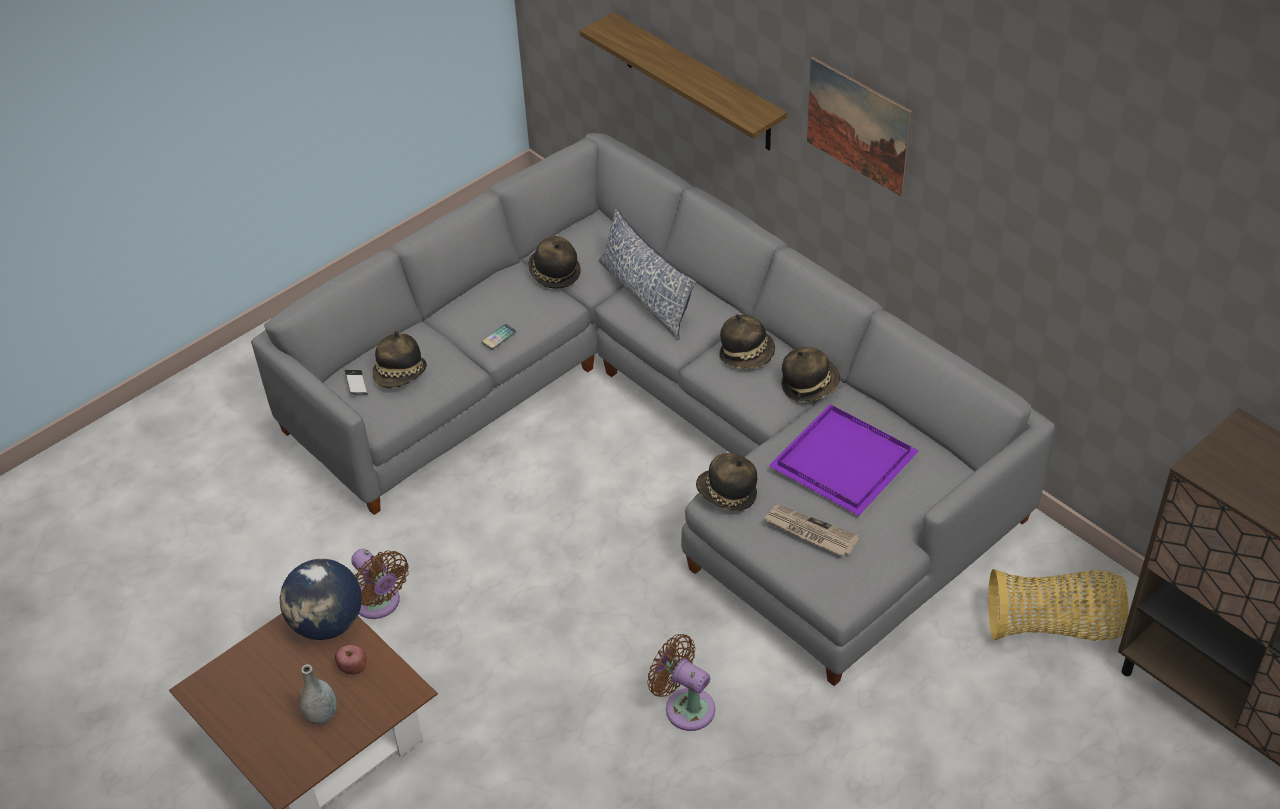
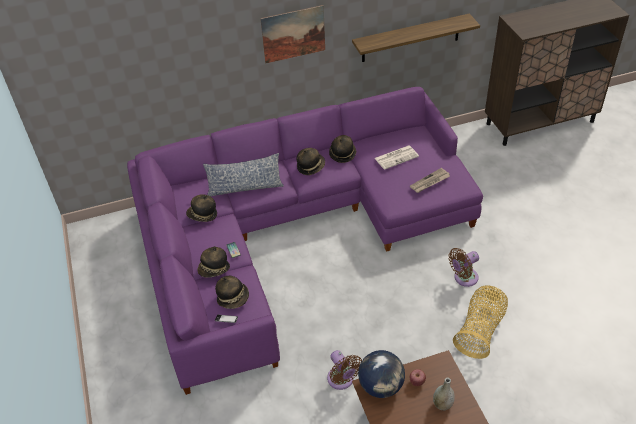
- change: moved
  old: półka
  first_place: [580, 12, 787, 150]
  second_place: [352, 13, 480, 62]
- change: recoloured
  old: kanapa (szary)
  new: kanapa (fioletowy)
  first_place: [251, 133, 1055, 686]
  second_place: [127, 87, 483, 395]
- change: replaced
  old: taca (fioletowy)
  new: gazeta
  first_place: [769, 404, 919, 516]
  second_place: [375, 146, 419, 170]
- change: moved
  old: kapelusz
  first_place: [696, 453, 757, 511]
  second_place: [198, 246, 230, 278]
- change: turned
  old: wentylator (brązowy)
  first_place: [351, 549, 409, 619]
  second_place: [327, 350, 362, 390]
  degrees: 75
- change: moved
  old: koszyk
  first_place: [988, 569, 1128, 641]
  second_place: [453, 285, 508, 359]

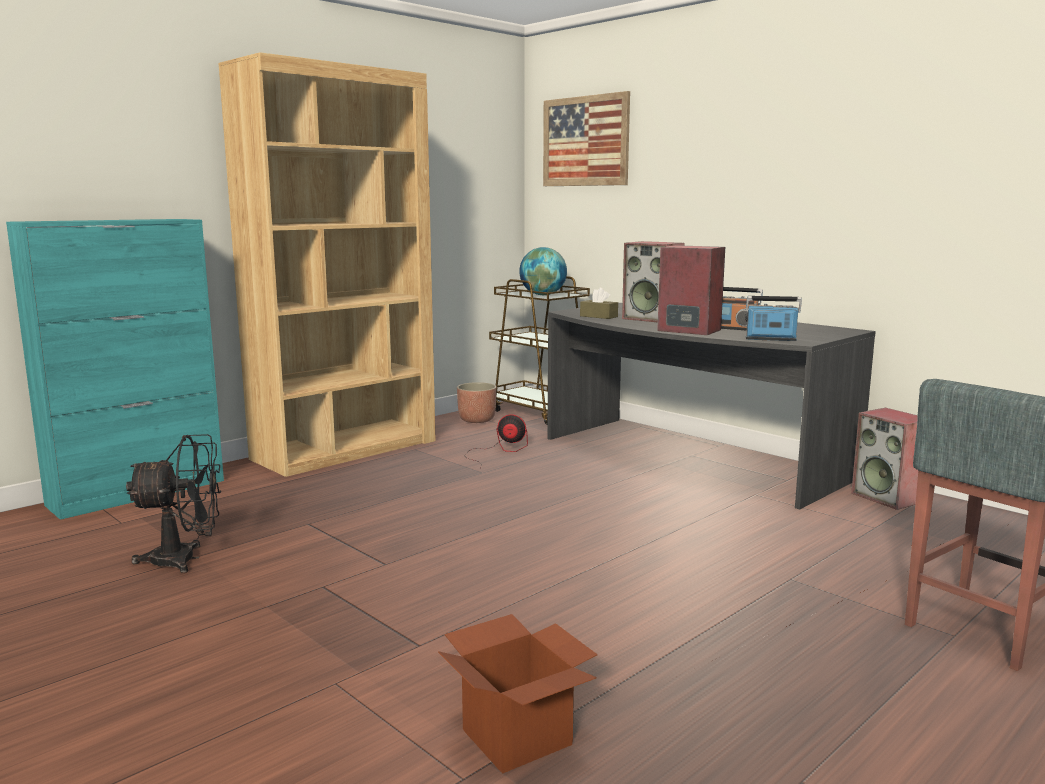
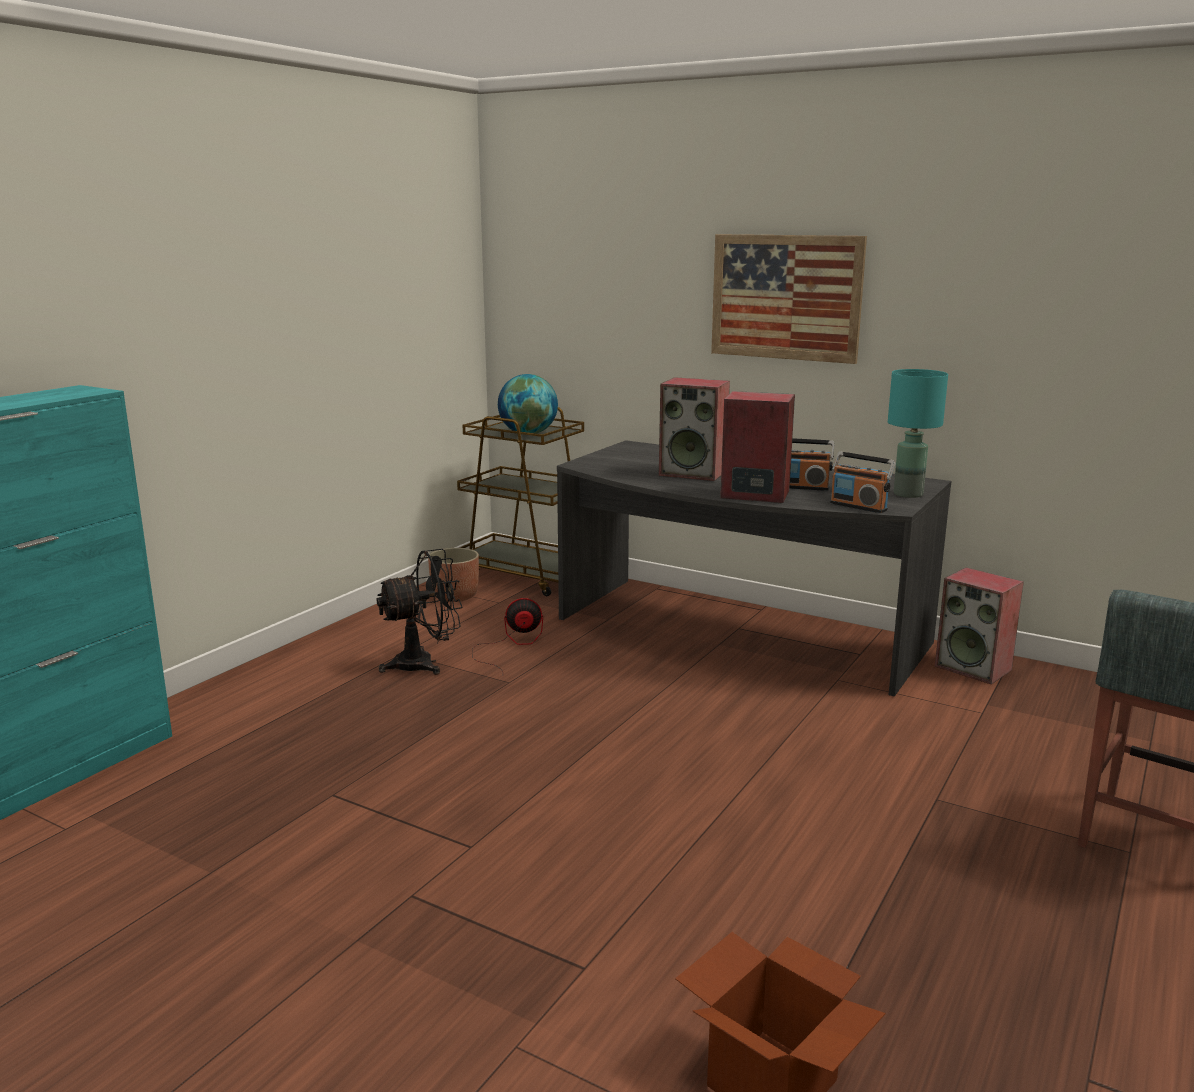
- change: removed
  old: regał (brązowy)
  first_place: [218, 52, 436, 477]
- change: moved
  old: obraz
  first_place: [543, 91, 630, 186]
  second_place: [711, 234, 867, 364]
- change: removed
  old: pudełko chusteczek (brązowy)
  first_place: [580, 287, 618, 319]
- change: turned
  old: radio
  first_place: [745, 296, 802, 341]
  second_place: [830, 451, 895, 513]
  degrees: -135
- change: moved
  old: wentylator (czarny)
  first_place: [126, 434, 221, 573]
  second_place: [377, 549, 462, 675]
- change: added
  new: lampa stołowa (turkusowy)
  second_place: [888, 369, 948, 498]

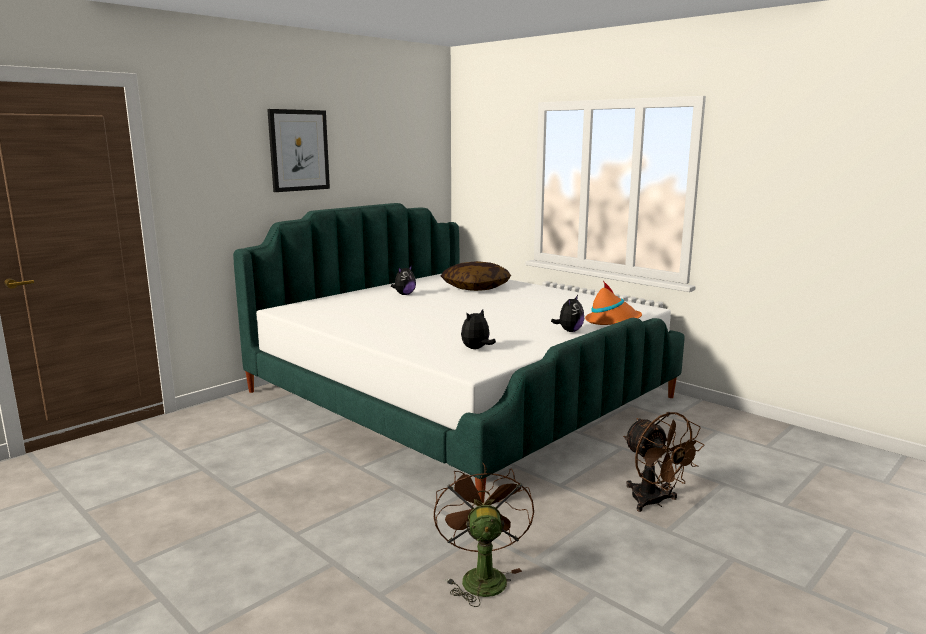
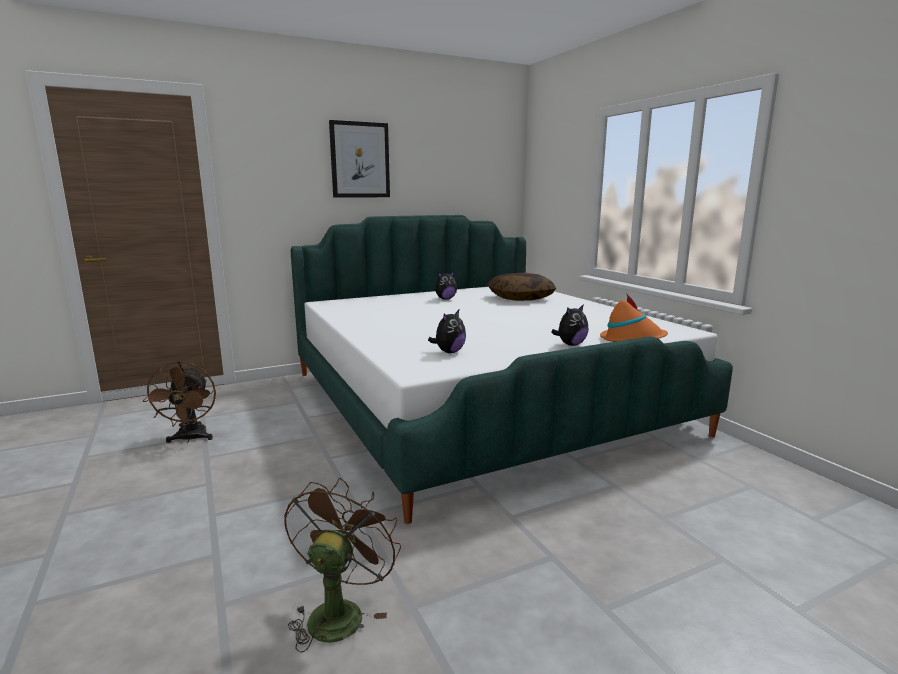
- change: turned
  old: pluszak
  first_place: [461, 309, 496, 349]
  second_place: [428, 310, 466, 353]
  degrees: 150
- change: moved
  old: wentylator (brązowy)
  first_place: [623, 412, 705, 512]
  second_place: [143, 361, 216, 443]

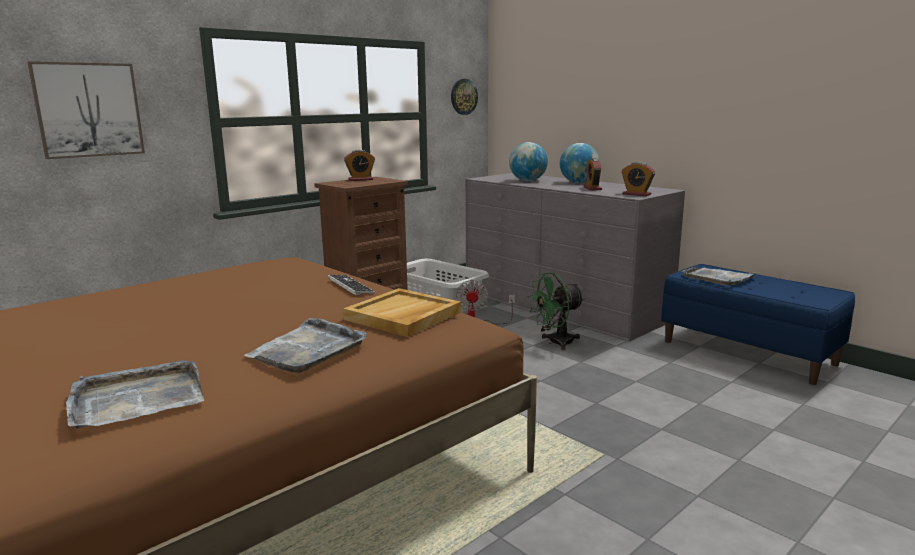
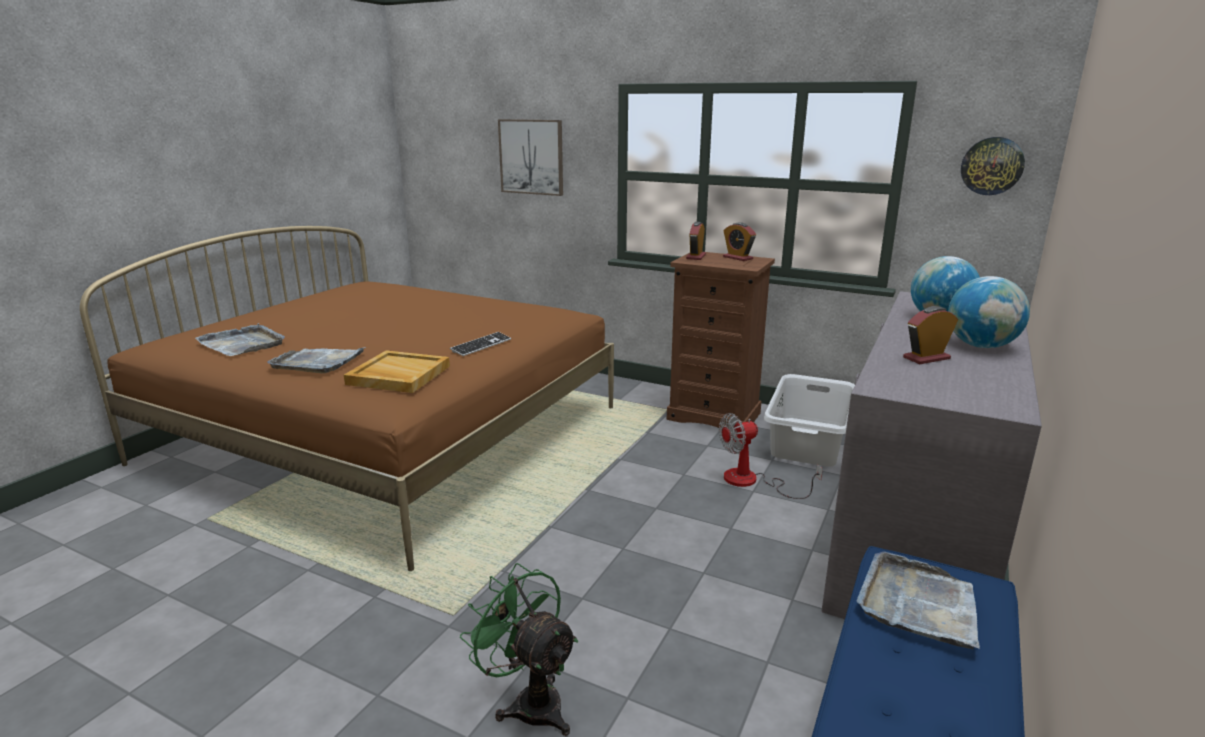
- change: moved
  old: budzik
  first_place: [622, 162, 655, 196]
  second_place: [686, 222, 706, 260]
- change: moved
  old: wentylator (zielony)
  first_place: [527, 272, 584, 350]
  second_place: [460, 563, 578, 736]

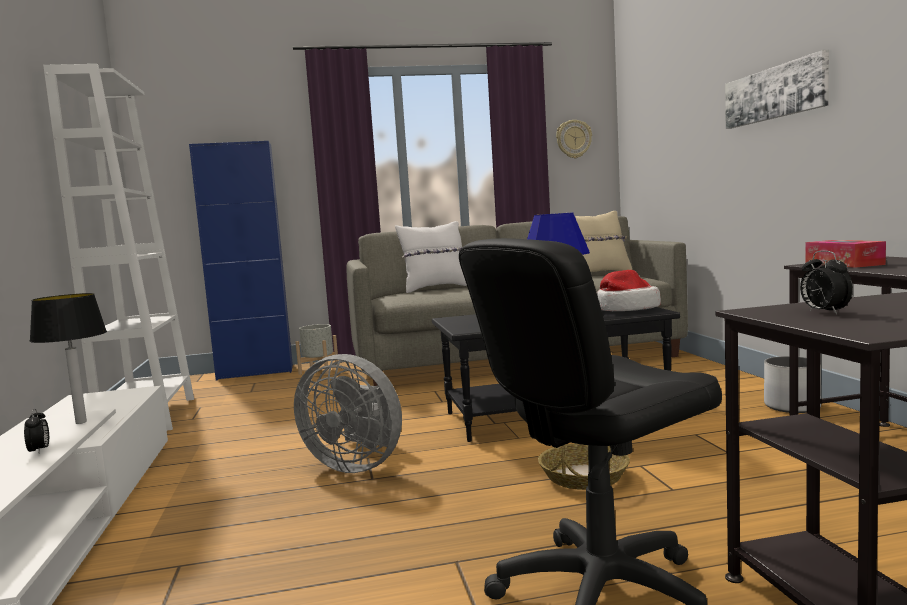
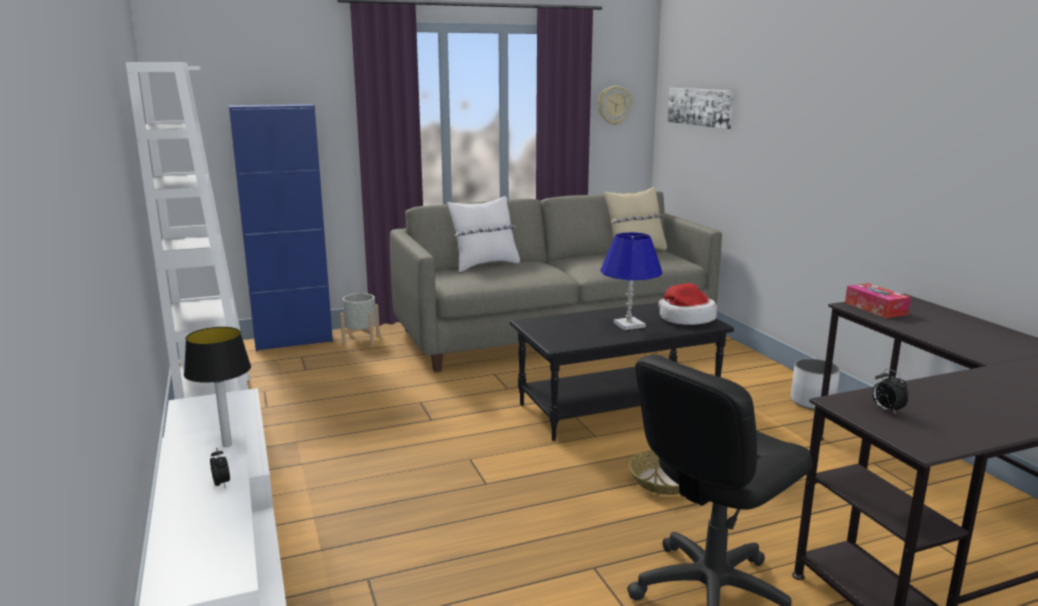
- change: moved
  old: obraz
  first_place: [725, 50, 829, 129]
  second_place: [667, 88, 734, 129]
- change: removed
  old: wentylator (szary)
  first_place: [294, 354, 402, 473]

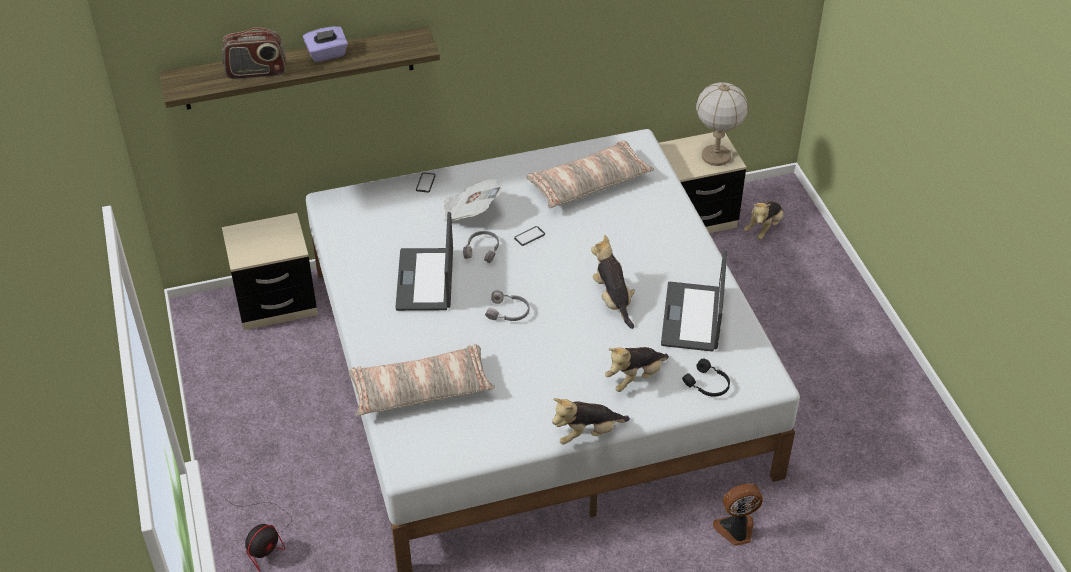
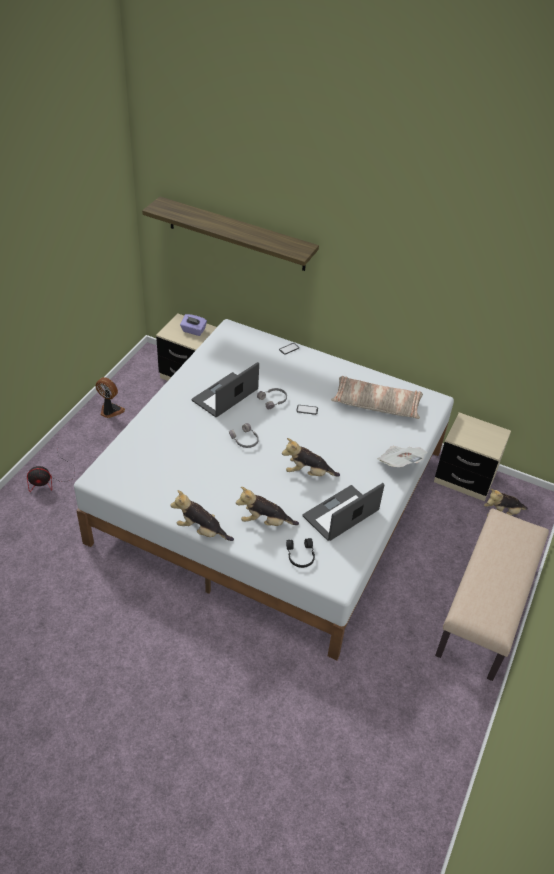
- change: moved
  old: pudełko chusteczek (fioletowy)
  first_place: [303, 26, 348, 62]
  second_place: [180, 314, 207, 336]
- change: removed
  old: radio
  first_place: [222, 27, 286, 79]
- change: removed
  old: lampa stołowa
  first_place: [696, 82, 748, 166]
- change: moved
  old: gazeta
  first_place: [444, 179, 501, 221]
  second_place: [377, 446, 428, 467]
- change: turned
  old: pluszak
  first_place: [591, 235, 635, 329]
  second_place: [282, 438, 340, 477]
  degrees: -105
- change: removed
  old: poduszka
  first_place: [349, 344, 495, 416]
- change: moved
  old: wentylator
  first_place: [713, 484, 763, 546]
  second_place: [96, 377, 125, 418]
- change: added
  new: ławka (beżowy)
  second_place: [435, 508, 549, 681]

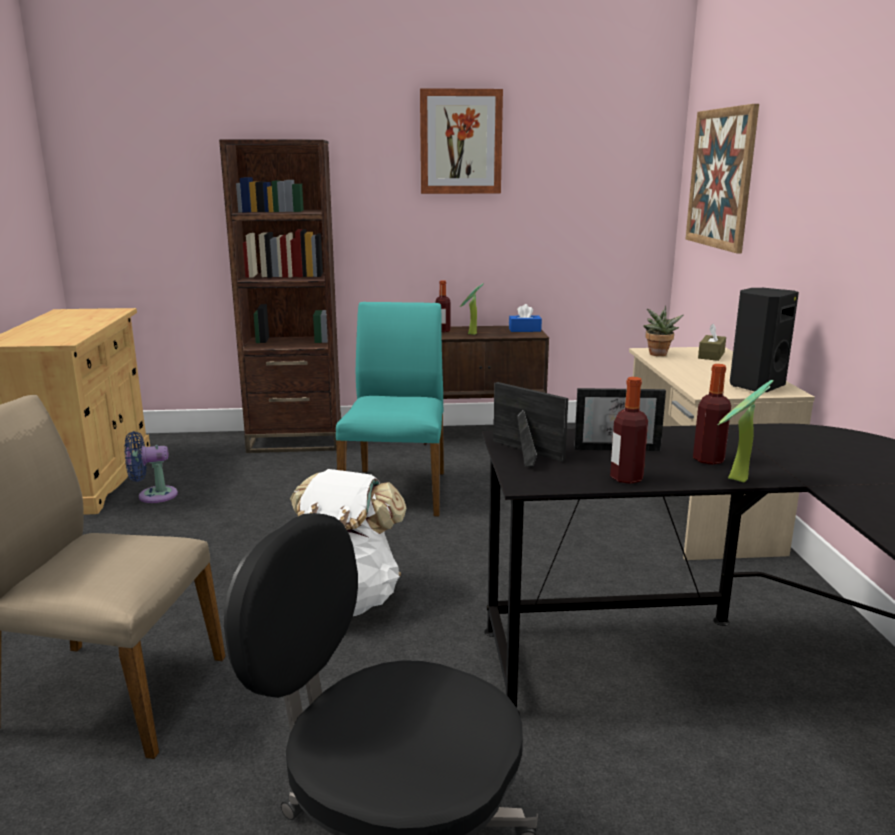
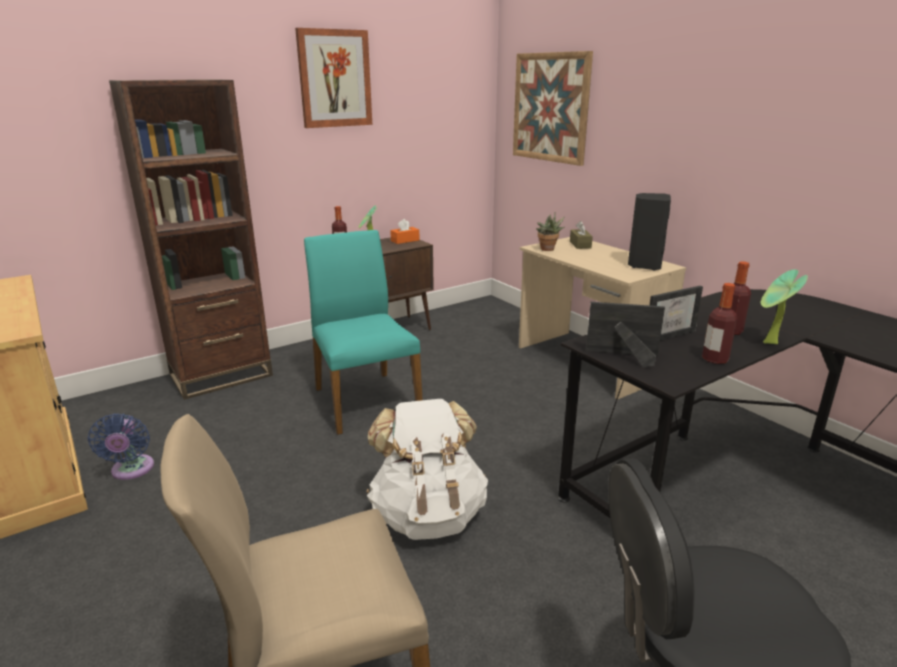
- change: recoloured
  old: pudełko chusteczek (niebieski)
  new: pudełko chusteczek (pomarańczowy)
  first_place: [509, 304, 542, 332]
  second_place: [390, 219, 420, 244]
- change: turned
  old: wentylator (niebieski)
  first_place: [125, 431, 178, 503]
  second_place: [88, 414, 154, 480]
  degrees: -60

